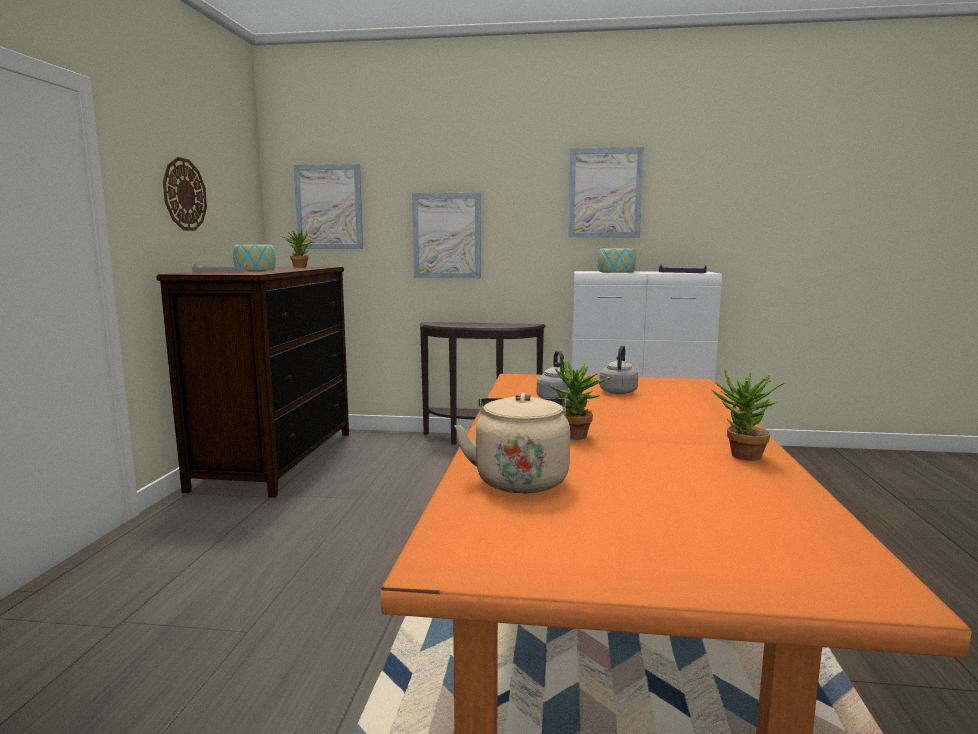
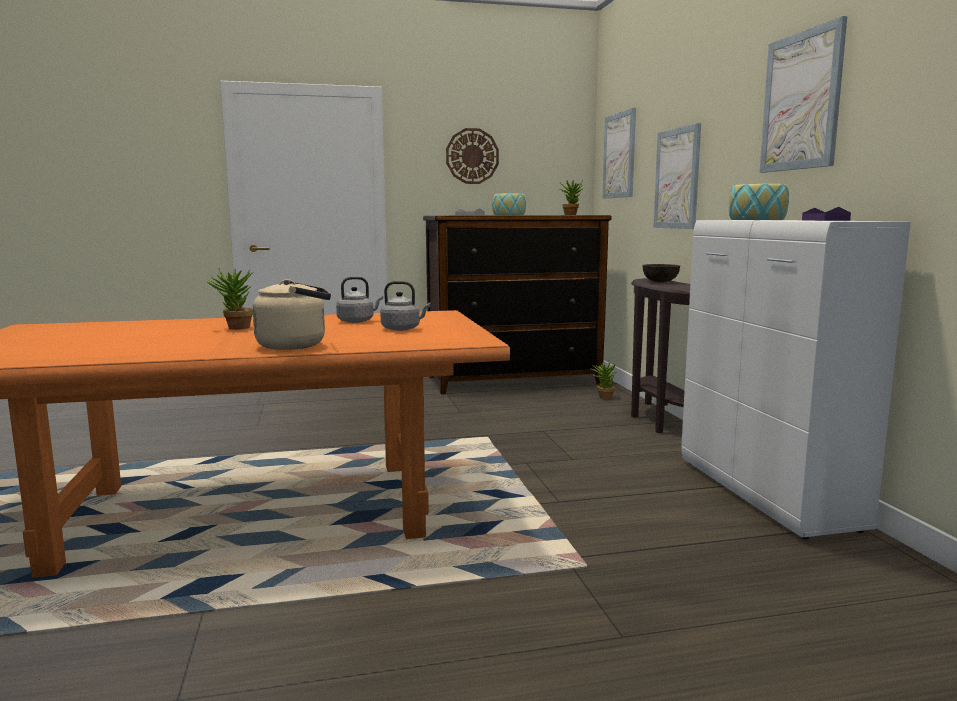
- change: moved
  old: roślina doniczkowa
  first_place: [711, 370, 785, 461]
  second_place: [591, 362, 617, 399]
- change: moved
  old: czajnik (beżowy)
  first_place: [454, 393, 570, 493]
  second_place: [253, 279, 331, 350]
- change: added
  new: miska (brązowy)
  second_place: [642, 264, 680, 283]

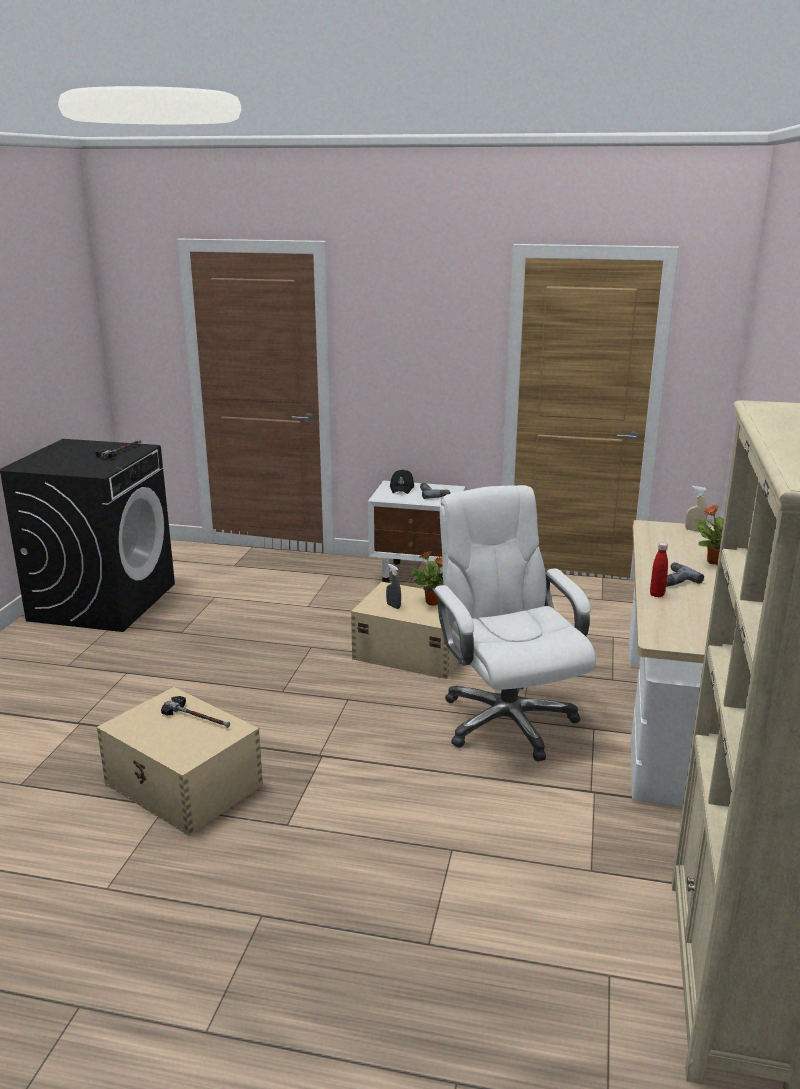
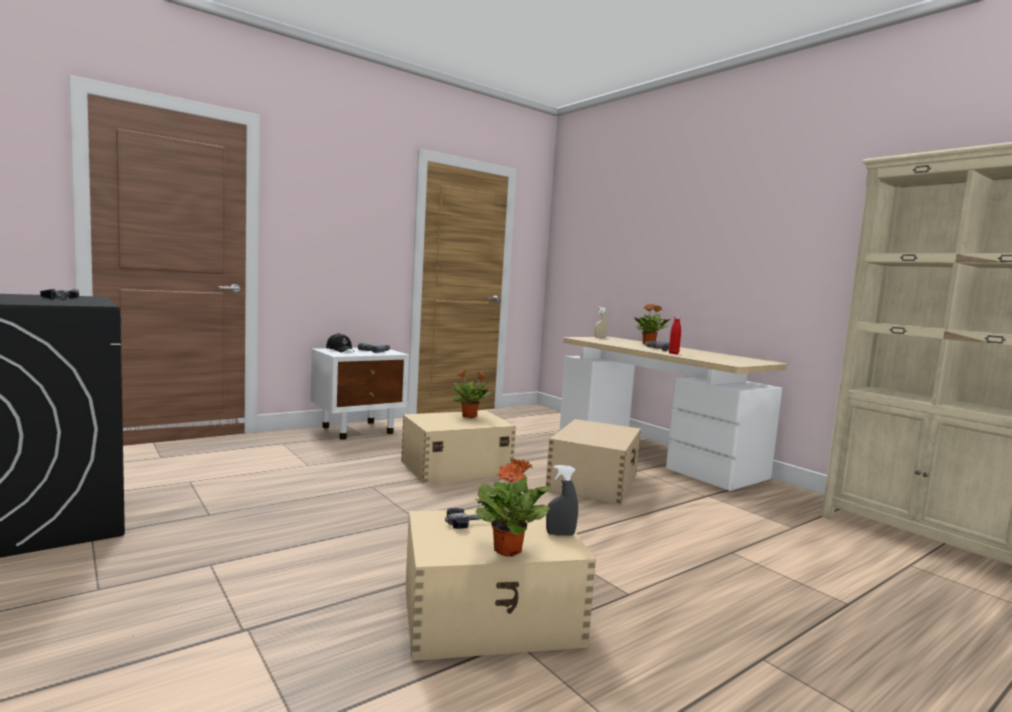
- change: replaced
  old: krzesło biurowe (biały)
  new: pojemnik do przechowywania (beżowy)
  first_place: [432, 485, 596, 762]
  second_place: [546, 419, 641, 505]
- change: moved
  old: spryskiwacz (szary)
  first_place: [386, 564, 401, 609]
  second_place: [546, 465, 578, 536]
- change: added
  new: roślina doniczkowa
  second_place: [475, 459, 551, 557]

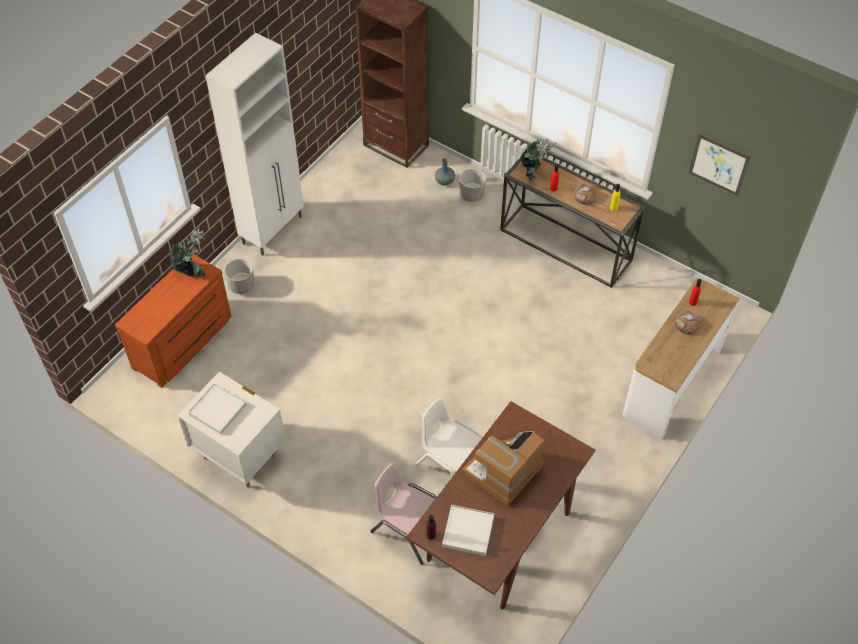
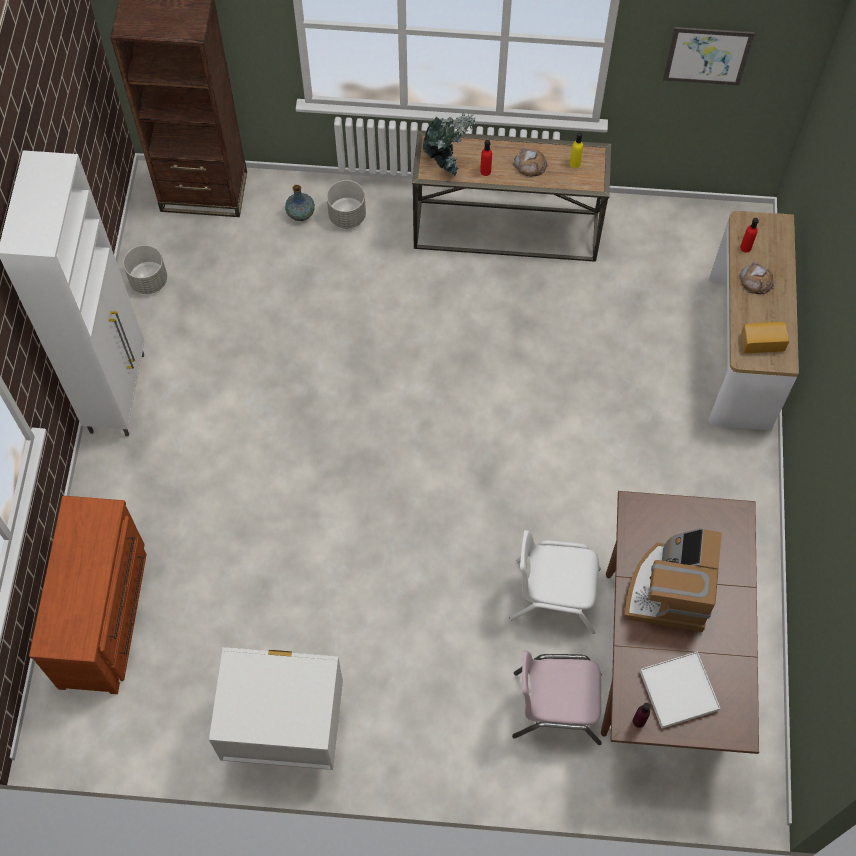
- change: removed
  old: roślina doniczkowa
  first_place: [170, 227, 205, 277]
- change: moved
  old: donica (szary)
  first_place: [225, 259, 255, 294]
  second_place: [123, 245, 167, 294]
- change: removed
  old: taca (biały)
  first_place: [188, 383, 247, 434]
- change: added
  new: chleb
  second_place: [741, 322, 789, 353]

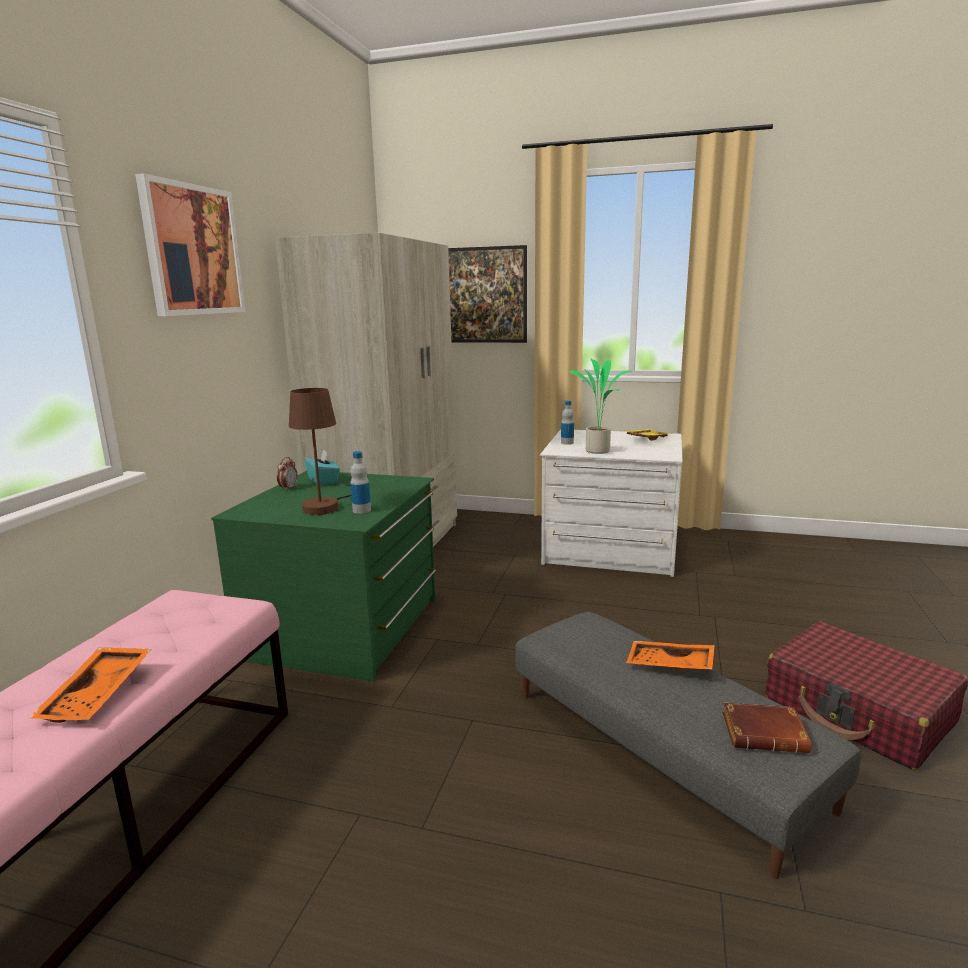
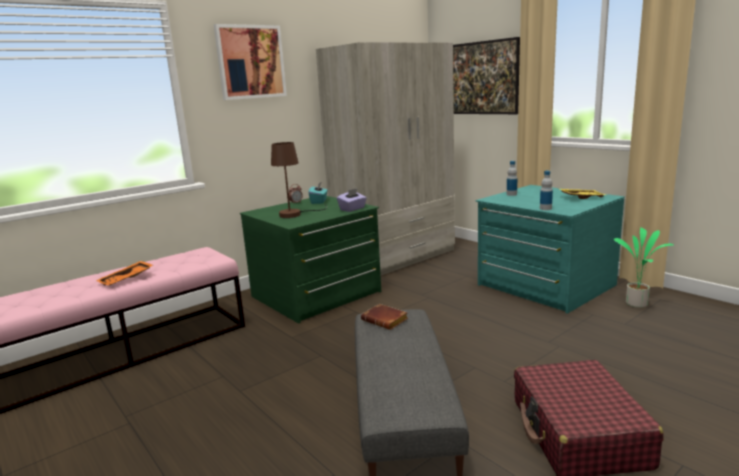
- change: moved
  old: roślina doniczkowa
  first_place: [570, 358, 631, 454]
  second_place: [614, 227, 674, 308]
- change: recoloured
  old: komoda (biały)
  new: komoda (turkusowy)
  first_place: [540, 429, 683, 577]
  second_place: [475, 185, 625, 314]
- change: moved
  old: butelka
  first_place: [350, 451, 371, 514]
  second_place: [540, 171, 553, 210]
- change: removed
  old: taca (pomarańczowy)
  first_place: [626, 641, 715, 670]
- change: moved
  old: książka (brązowy)
  first_place: [722, 703, 812, 753]
  second_place: [361, 304, 408, 330]
- change: added
  new: pudełko chusteczek (fioletowy)
  second_place: [337, 188, 367, 212]

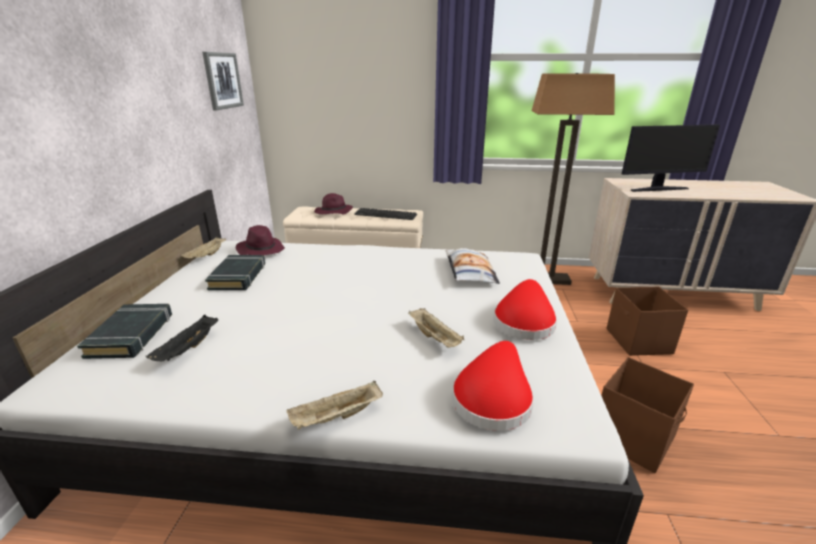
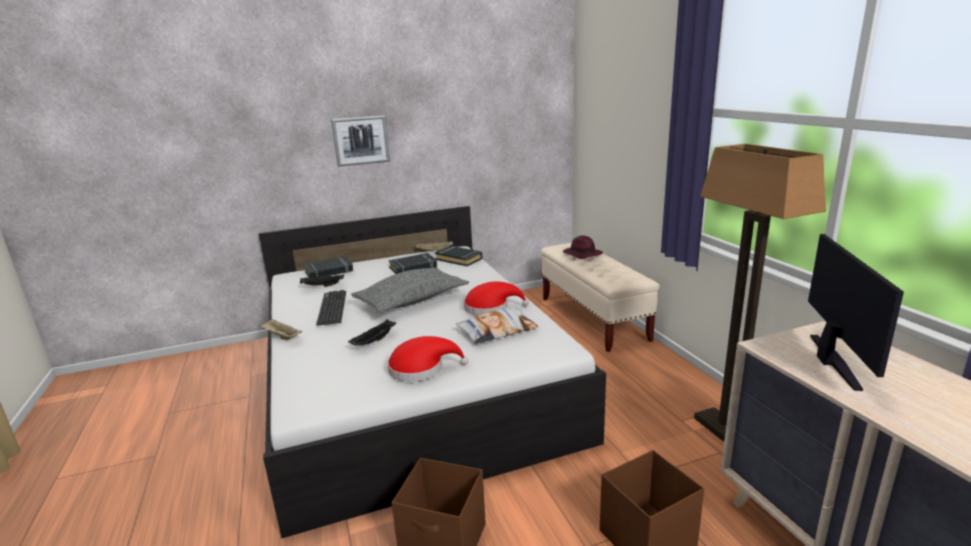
- change: moved
  old: obraz
  first_place: [202, 52, 244, 111]
  second_place: [331, 115, 390, 167]
- change: turned
  old: monitor
  first_place: [622, 124, 720, 192]
  second_place: [808, 234, 904, 391]
  degrees: -135
- change: moved
  old: klawiatura
  first_place: [354, 208, 417, 220]
  second_place: [316, 290, 346, 326]
- change: replaced
  old: kapelusz (fioletowy)
  new: książka (czarny)
  first_place: [235, 225, 285, 255]
  second_place: [435, 246, 483, 266]
- change: recoloured
  old: taca (beżowy)
  new: taca (czarny)
  first_place: [408, 308, 464, 348]
  second_place: [348, 319, 396, 346]
- change: moved
  old: kapelusz (czerwony)
  first_place: [452, 341, 534, 431]
  second_place: [464, 281, 529, 315]
- change: added
  new: poduszka (szary)
  second_place: [351, 268, 469, 314]

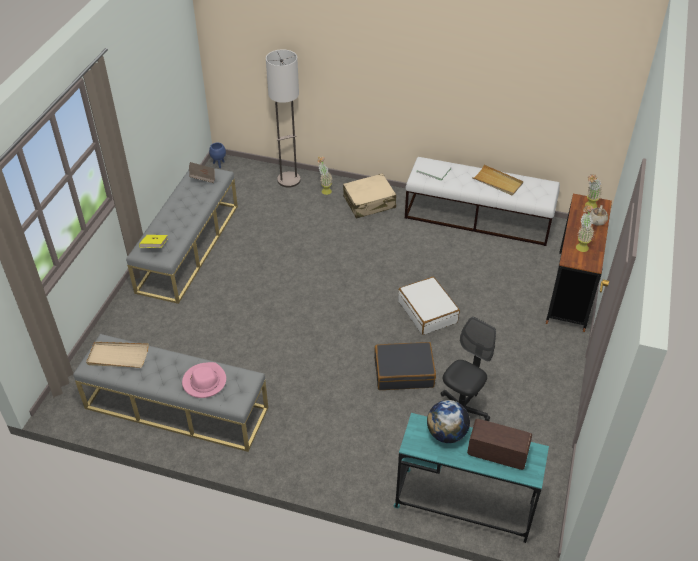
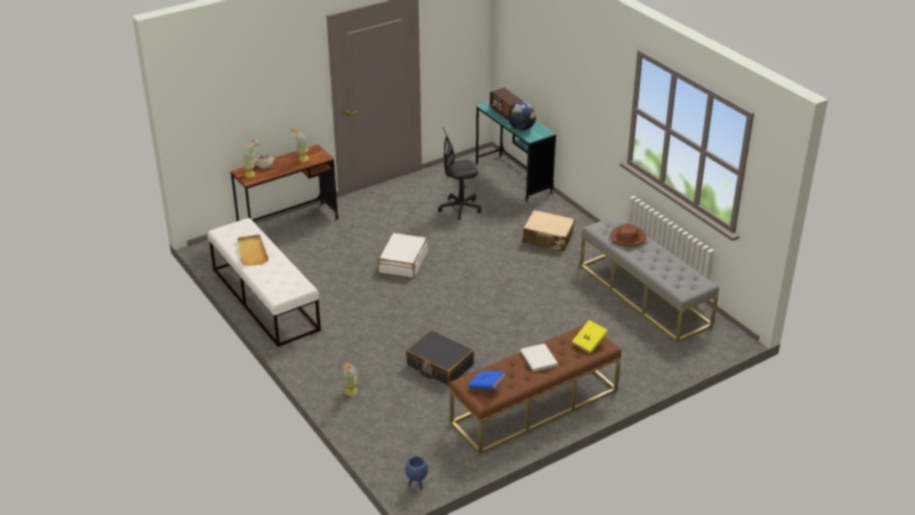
- change: removed
  old: lampa stojąca
  first_place: [266, 49, 301, 188]
- change: moved
  old: książka (biały)
  first_place: [417, 159, 451, 181]
  second_place: [520, 343, 558, 372]
- change: recoloured
  old: książka (brązowy)
  new: książka (niebieski)
  first_place: [189, 162, 215, 183]
  second_place: [469, 371, 506, 389]
- change: recoloured
  old: ławka (szary)
  new: ławka (brązowy)
  first_place: [126, 169, 238, 304]
  second_place: [450, 325, 621, 454]
- change: moved
  old: walizka (beżowy)
  first_place: [343, 173, 396, 219]
  second_place: [522, 210, 575, 251]
- change: removed
  old: taca (beżowy)
  first_place: [86, 342, 149, 368]
- change: moved
  old: walizka (czarny)
  first_place: [374, 342, 436, 390]
  second_place: [406, 330, 474, 386]
- change: recoloured
  old: kapelusz (różowy)
  new: kapelusz (brązowy)
  first_place: [182, 362, 226, 398]
  second_place: [611, 223, 647, 247]

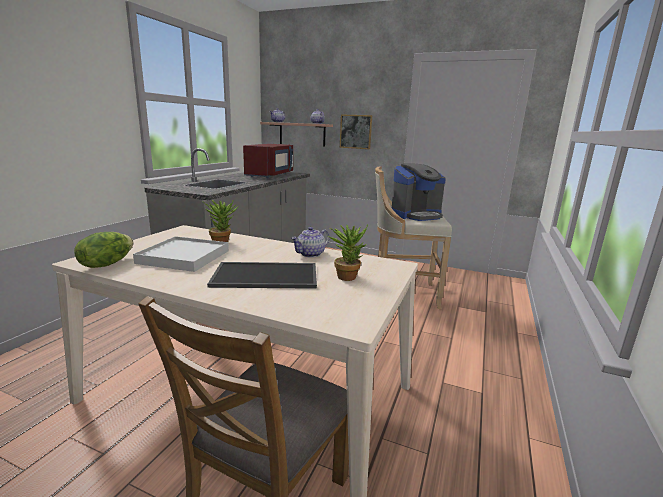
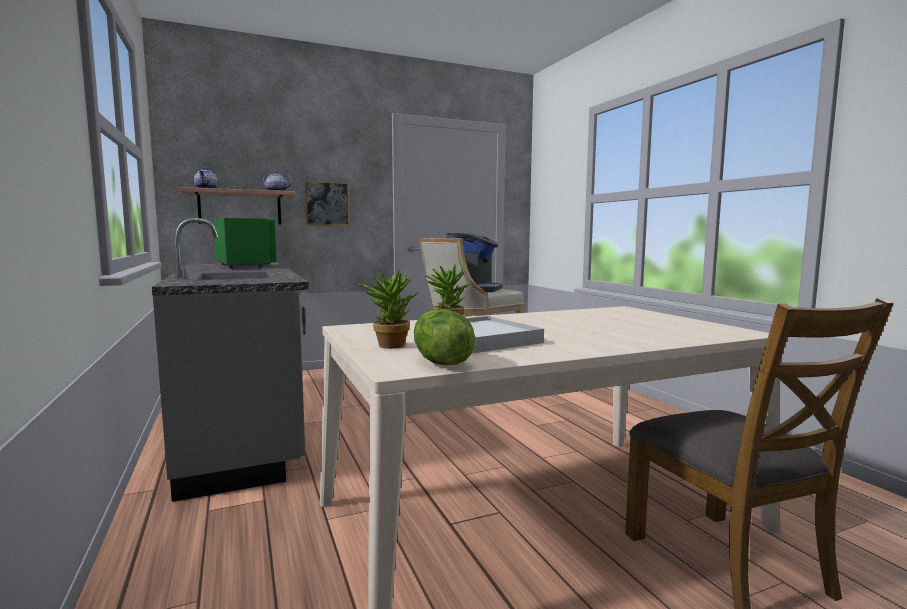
- change: recoloured
  old: mikrofalówka (czerwony)
  new: mikrofalówka (zielony)
  first_place: [243, 144, 293, 178]
  second_place: [214, 218, 277, 269]
- change: moved
  old: roślina doniczkowa
  first_place: [328, 224, 368, 281]
  second_place: [358, 268, 418, 349]
- change: removed
  old: imbryk
  first_place: [291, 227, 329, 258]
- change: removed
  old: taca
  first_place: [207, 262, 317, 289]

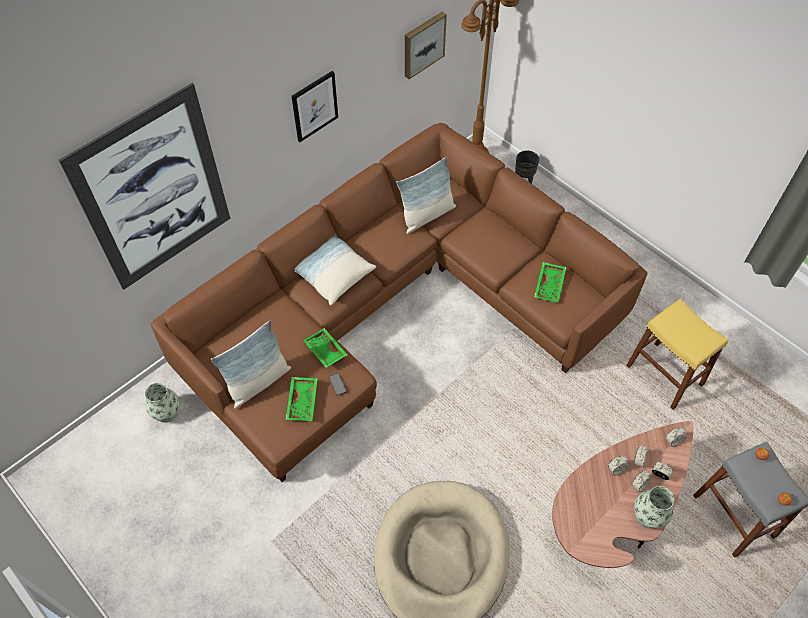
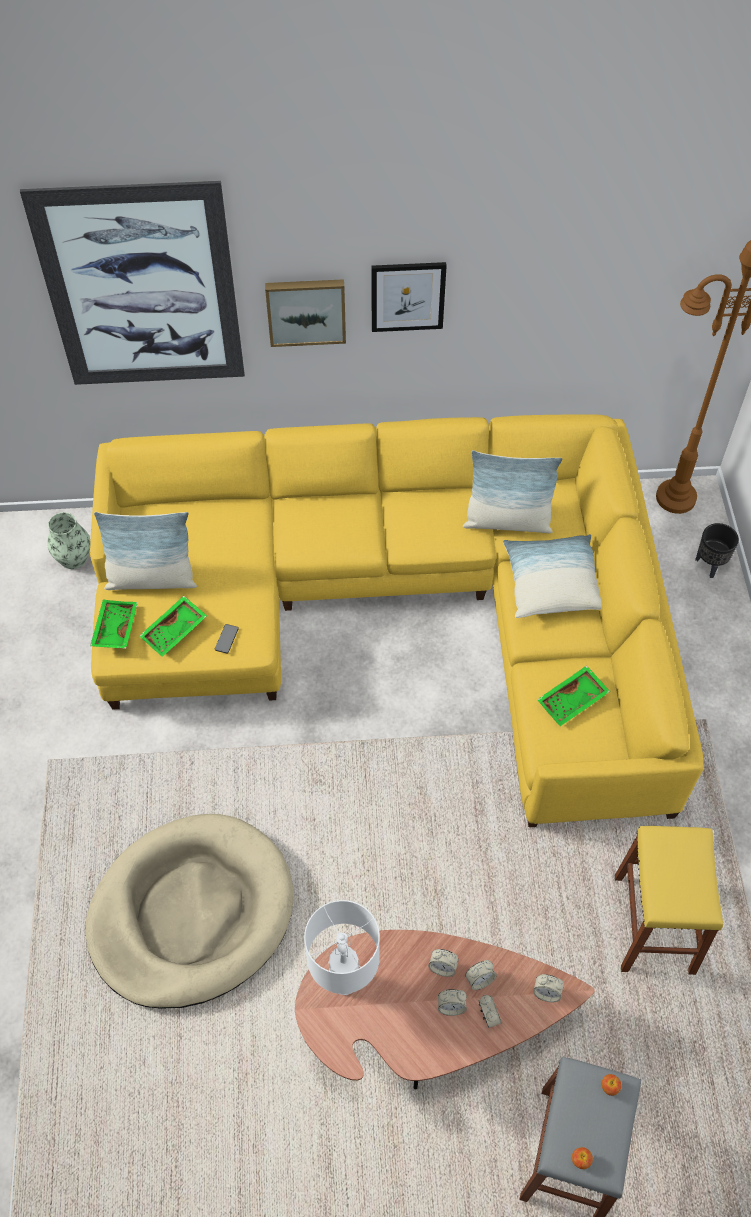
- change: moved
  old: obraz
  first_place: [405, 12, 447, 79]
  second_place: [265, 279, 346, 347]
- change: recoloured
  old: kanapa (brązowy)
  new: kanapa (żółty)
  first_place: [151, 123, 648, 482]
  second_place: [90, 414, 704, 827]
- change: moved
  old: poduszka
  first_place: [295, 234, 376, 305]
  second_place: [503, 534, 602, 618]
- change: moved
  old: taca (zielony)
  first_place: [303, 328, 347, 368]
  second_place: [90, 600, 138, 649]
- change: removed
  old: wazon
  first_place: [634, 486, 674, 529]
- change: added
  new: lampa stołowa (biały)
  second_place: [304, 900, 380, 995]

